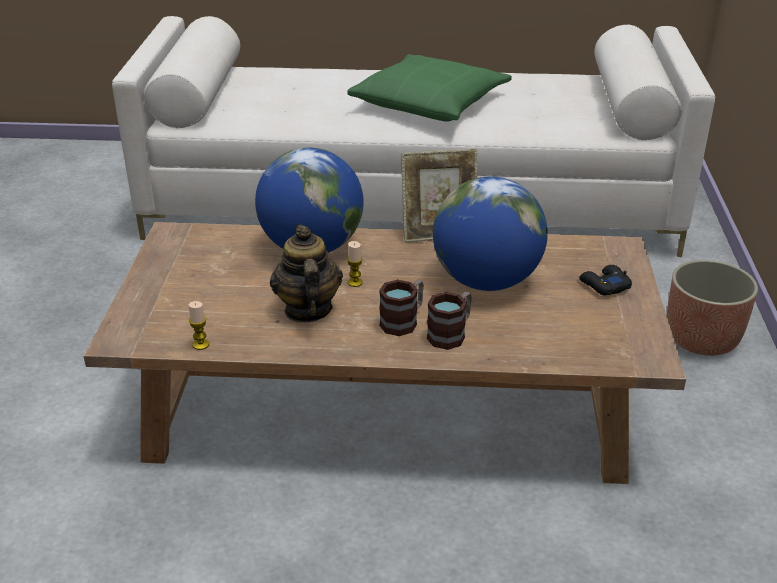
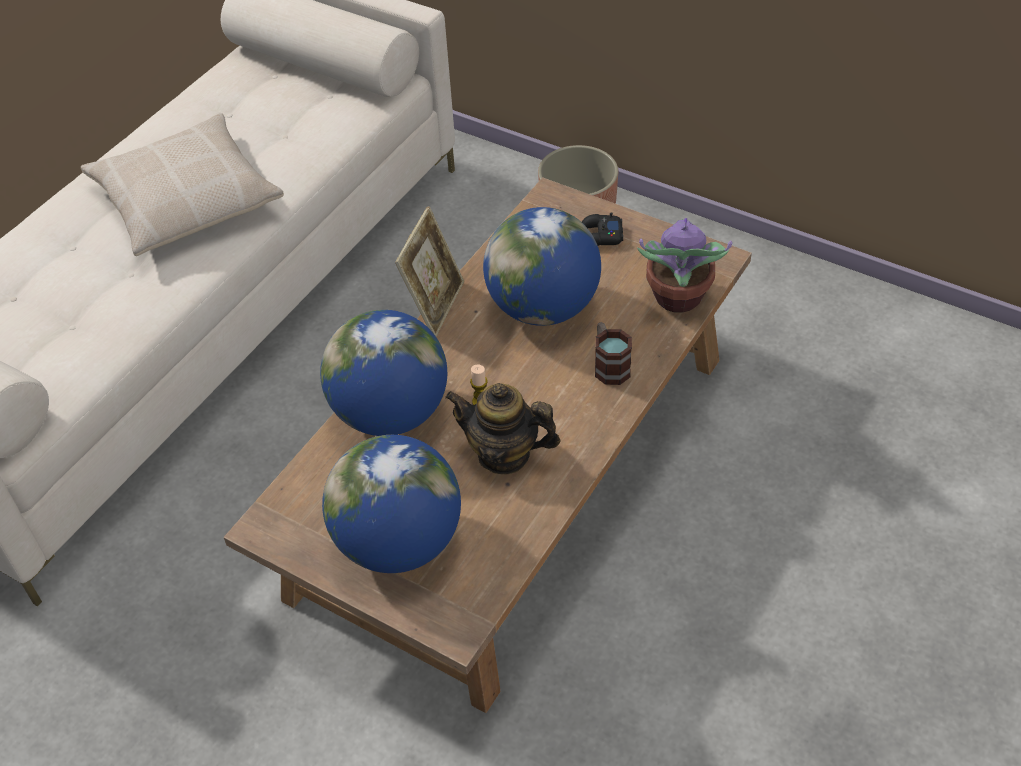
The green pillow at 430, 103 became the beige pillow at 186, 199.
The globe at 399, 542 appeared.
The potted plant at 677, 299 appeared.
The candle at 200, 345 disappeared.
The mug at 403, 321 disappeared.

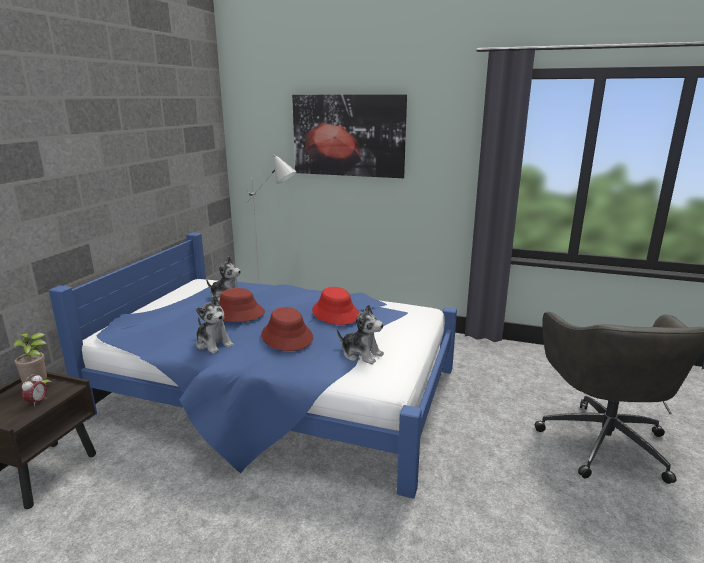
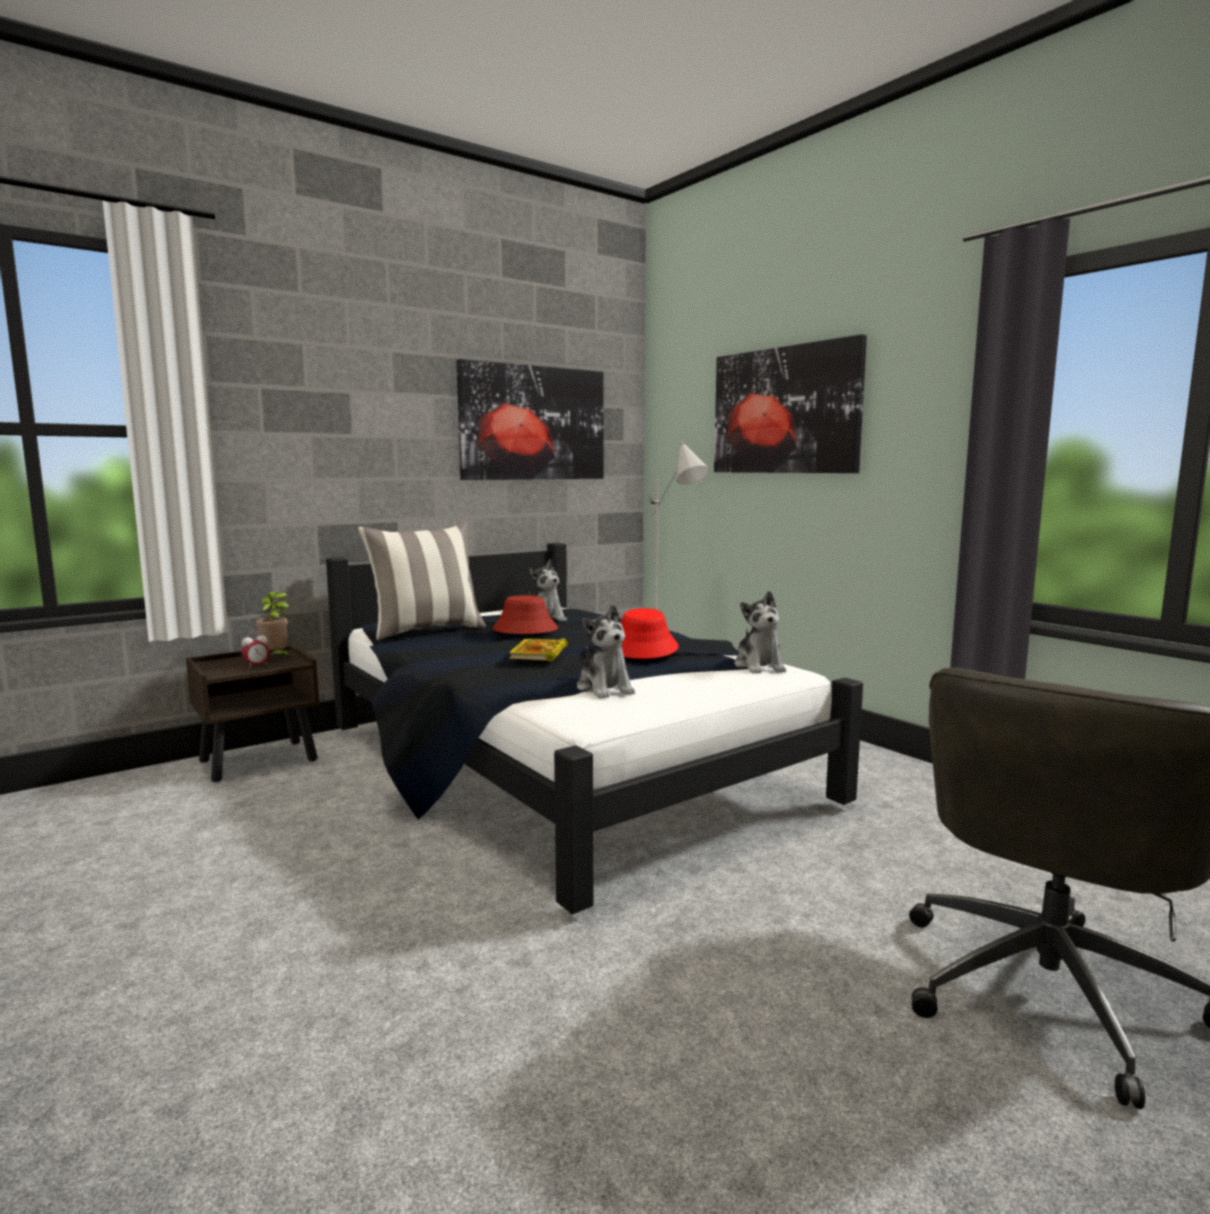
The blue bed at 280, 396 became the black bed at 562, 766.
The pillow at 426, 631 appeared.
The picture at 533, 423 appeared.
The red hat at 287, 336 was replaced by the book at 539, 654.
The plush toy moved from 214, 344 to 759, 666.

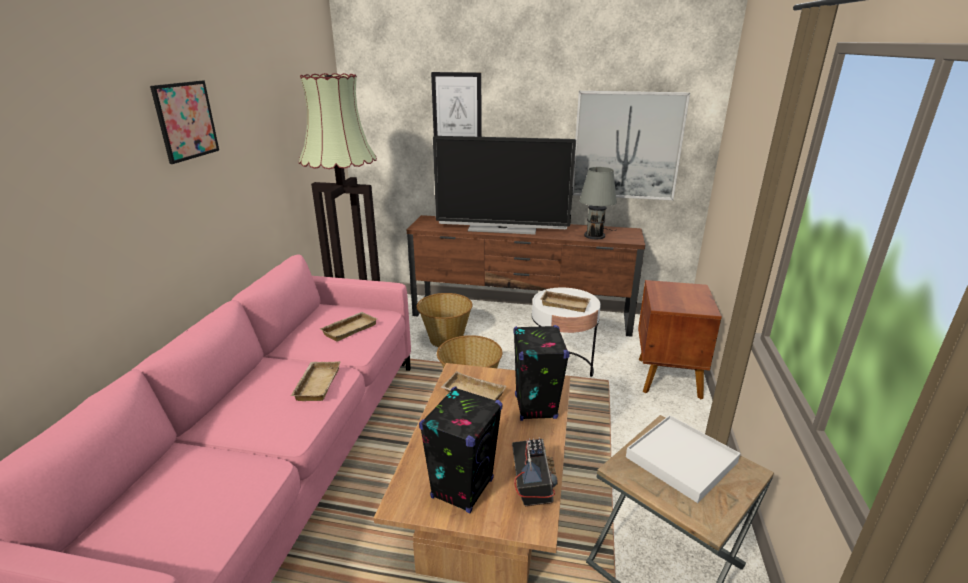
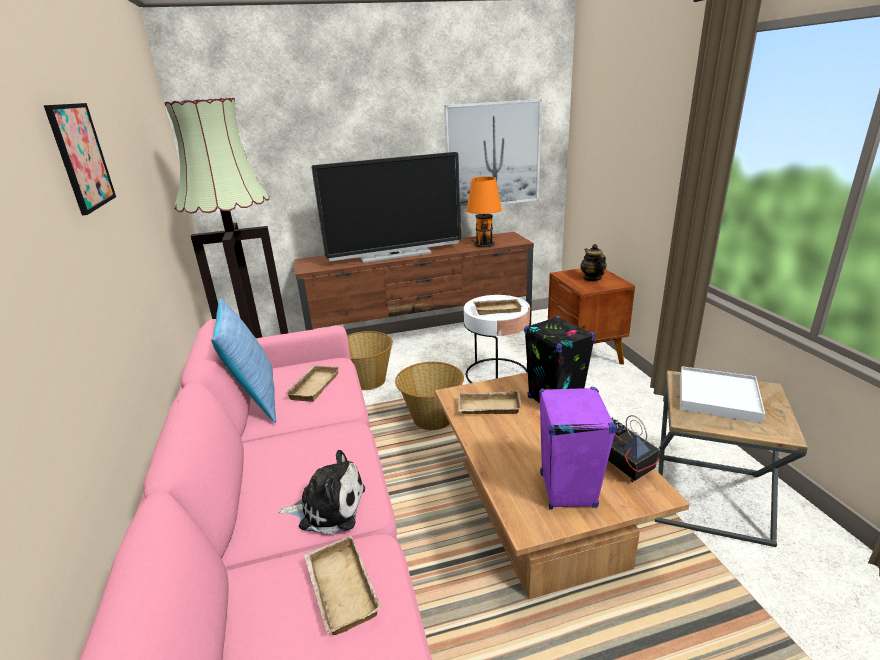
The pillow at 255, 399 appeared.
The plush toy at 328, 507 appeared.
The beige tray moved from 316, 384 to 339, 589.
The grey table lamp at 595, 235 became the orange table lamp at 484, 243.
The black speaker at 462, 488 became the purple speaker at 567, 490.
The teapot at 592, 278 appeared.
The picture at 457, 110 disappeared.

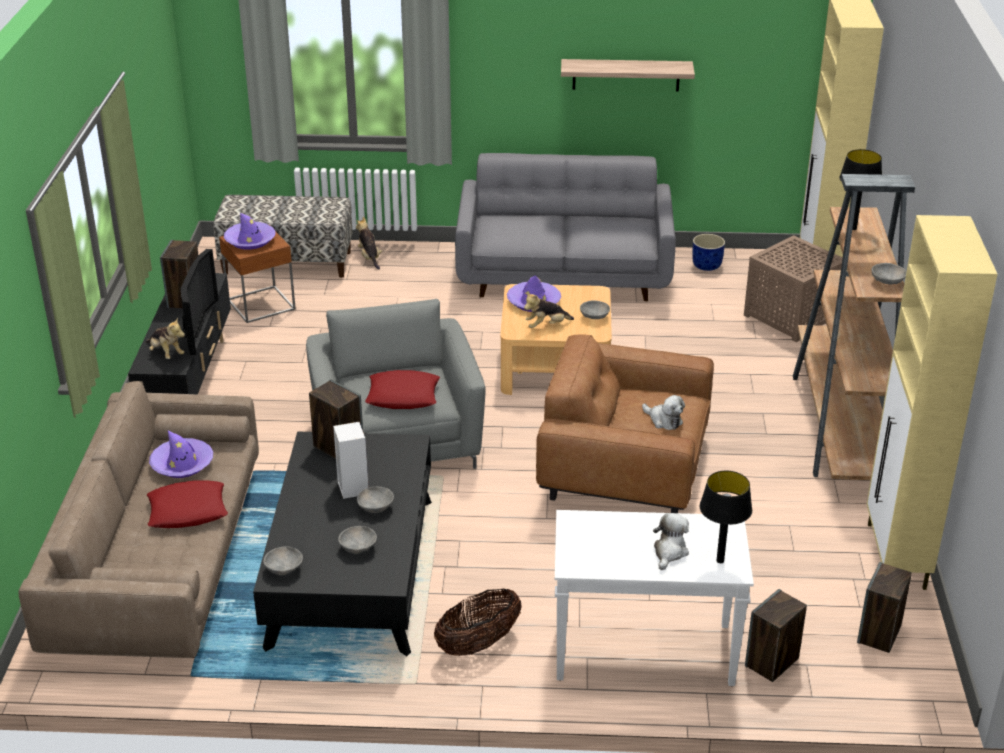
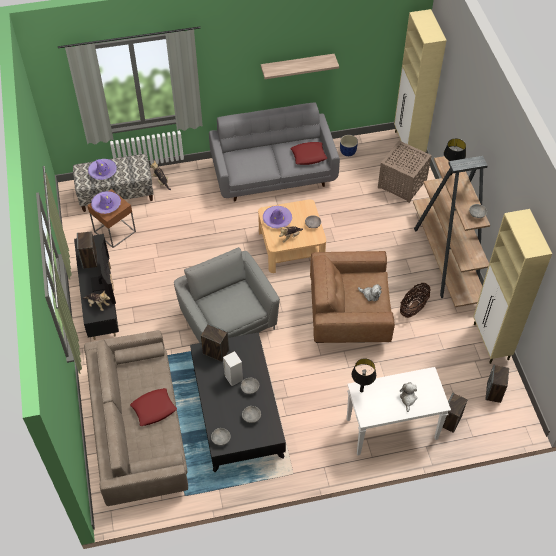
The purple hat moved from 182, 464 to 103, 171.
The red pillow moved from 403, 396 to 308, 155.
The black table lamp moved from 720, 560 to 361, 390.
The basket moved from 478, 644 to 413, 308.

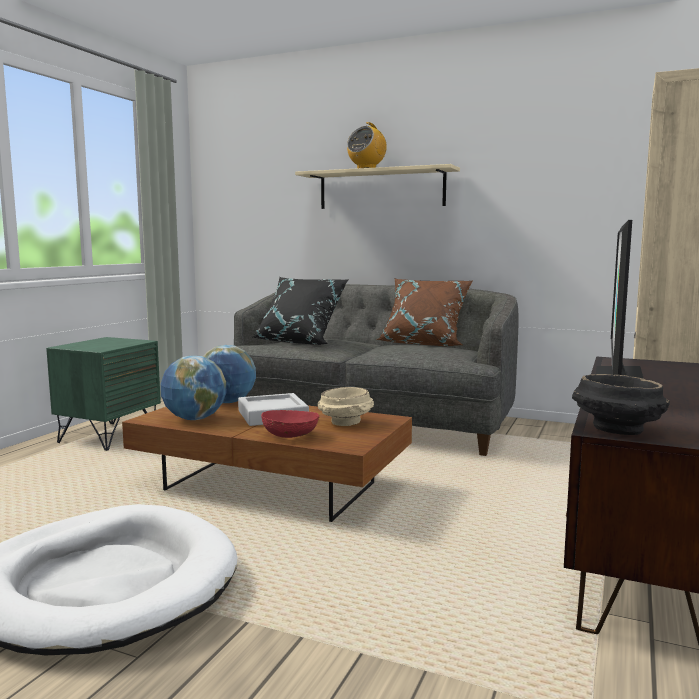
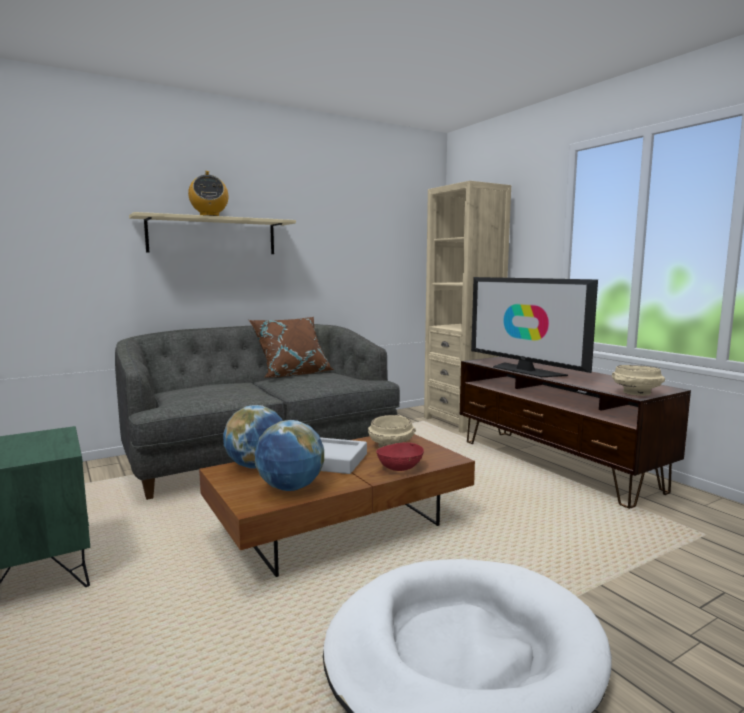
The black bowl at 616, 429 became the beige bowl at 635, 394.
The black pillow at 300, 342 disappeared.

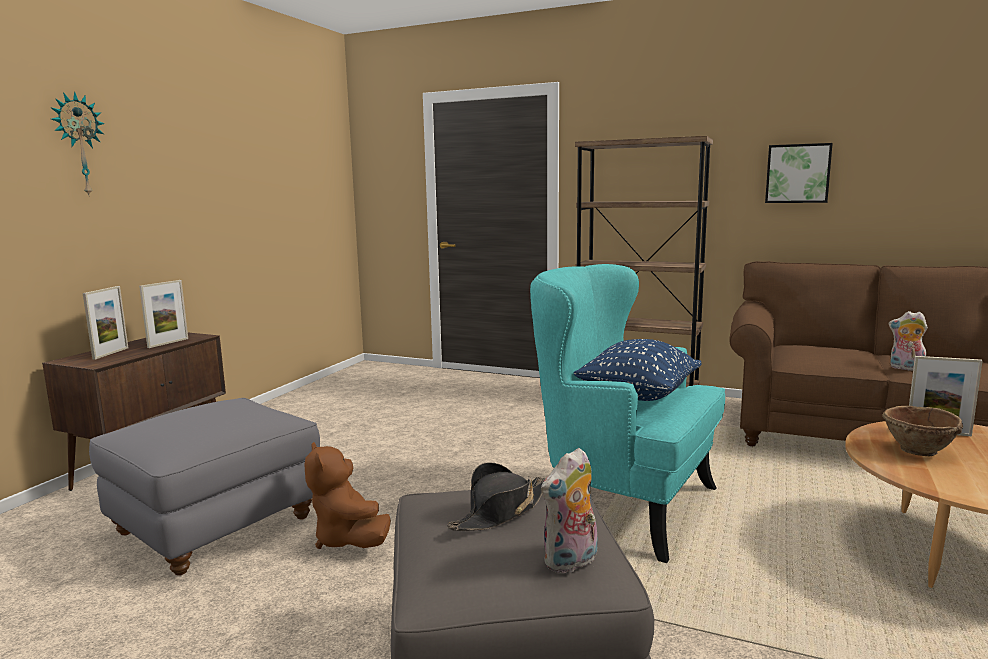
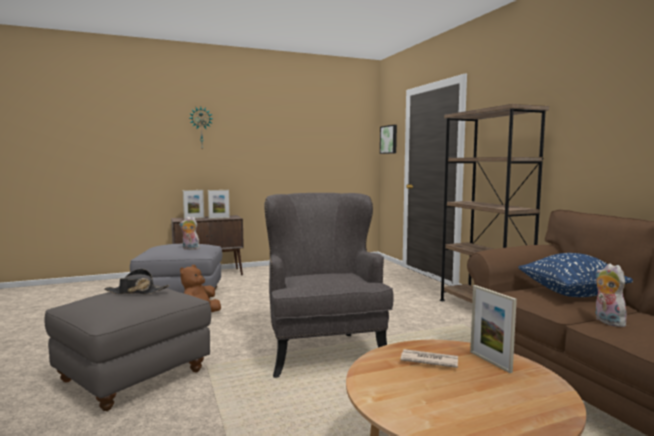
The plush toy moved from 571, 562 to 190, 249.
The turquoise armchair at 622, 504 became the grey armchair at 323, 350.
The picture moved from 797, 173 to 389, 139.
The brown bowl at 918, 451 was replaced by the newspaper at 428, 360.
The blue pillow moved from 638, 395 to 570, 293.

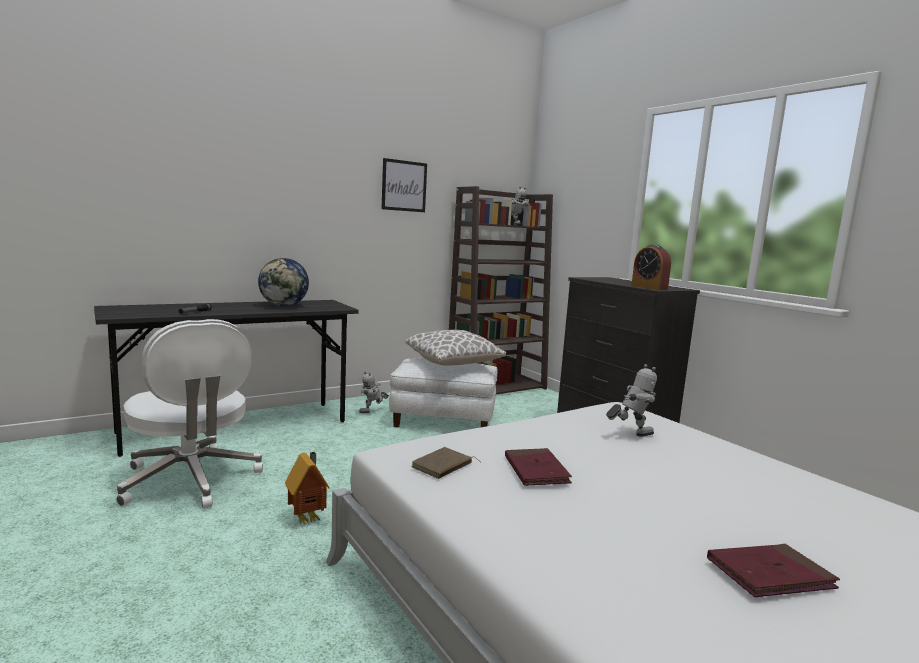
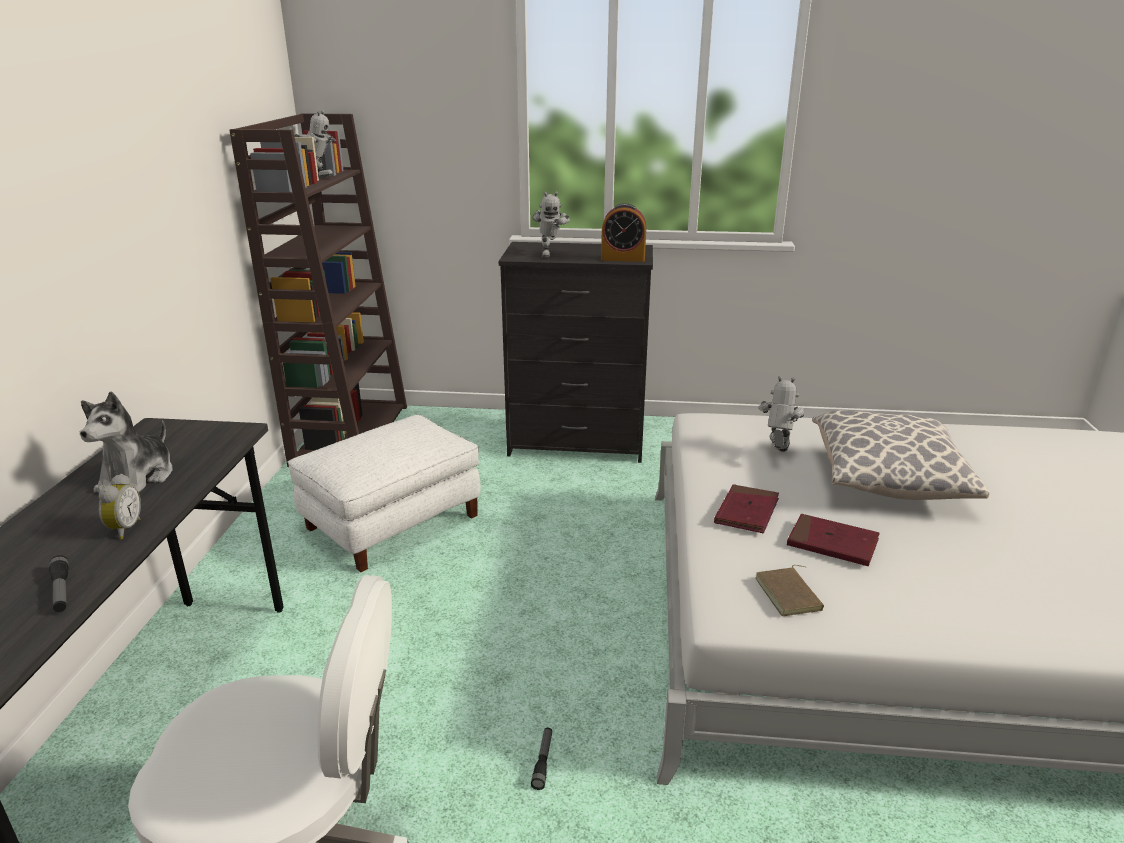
The globe at 284, 306 was replaced by the plush toy at 138, 478.
The alarm clock at 124, 529 appeared.
The toy house at 308, 519 was replaced by the flashlight at 543, 761.
The toy robot moved from 373, 412 to 549, 254.
The red book moved from 770, 575 to 746, 512.
The pillow moved from 454, 363 to 887, 479.
The picture at 404, 186 disappeared.

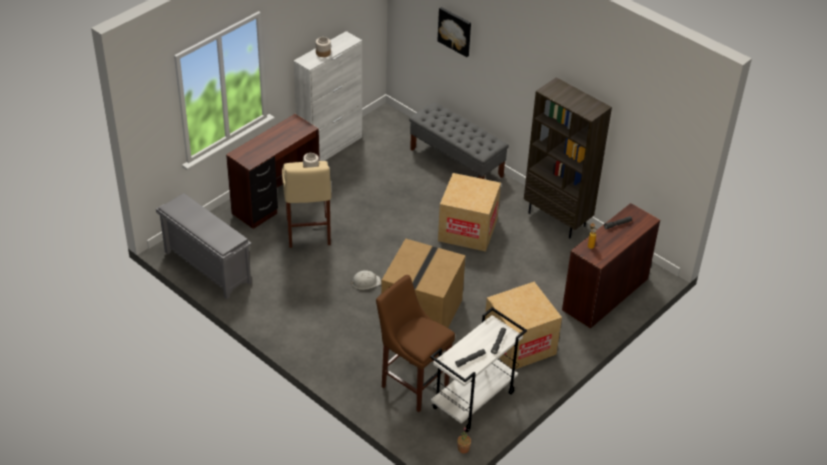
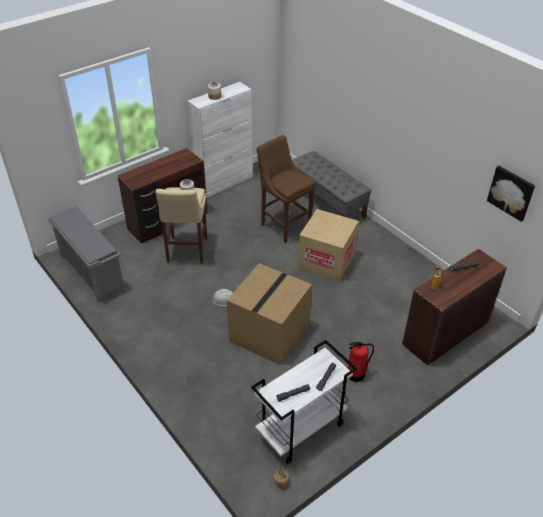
The brown stool moved from 412, 384 to 284, 225.
The cardboard box at 519, 344 was replaced by the fire extinguisher at 356, 374.
The picture moved from 455, 31 to 511, 192.
The brown bookcase at 557, 219 disappeared.

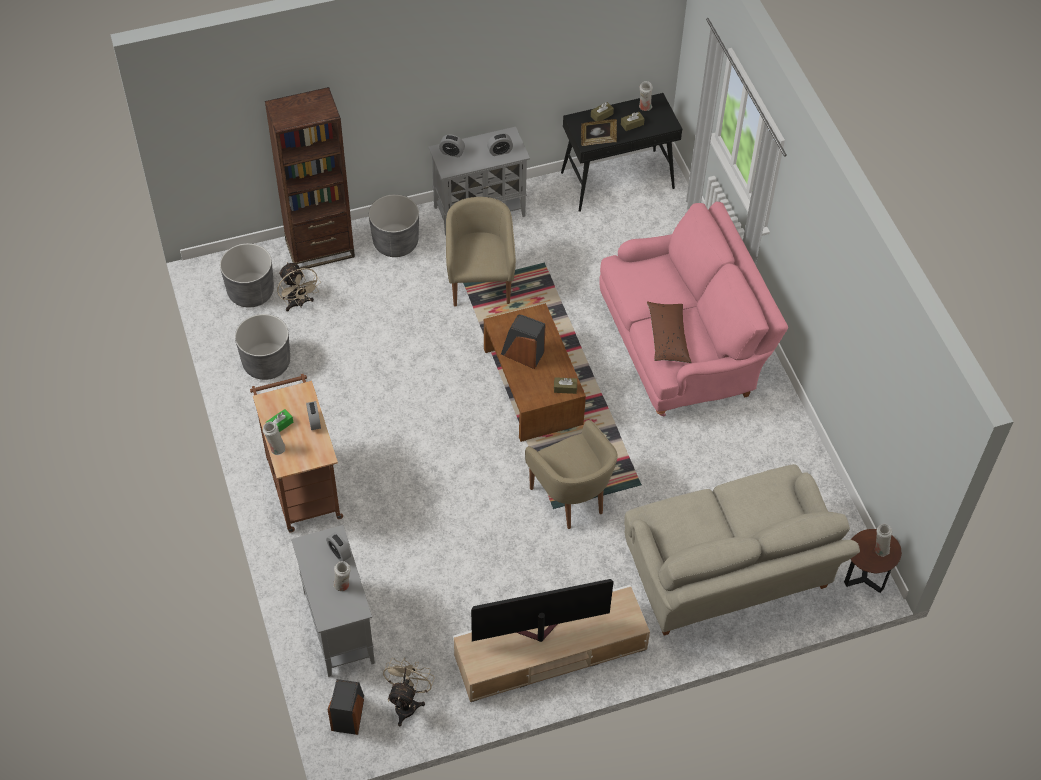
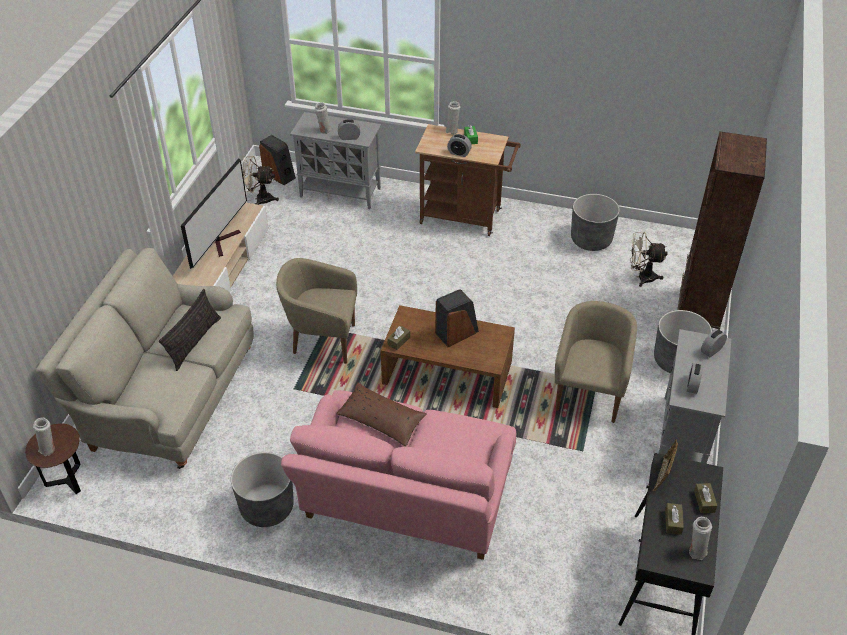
The pillow at 194, 342 appeared.
The grey planter moved from 251, 292 to 267, 507.
The beige fan at 407, 702 turned 135 degrees clockwise.
The beige armchair at 480, 282 turned 105 degrees counterclockwise.

